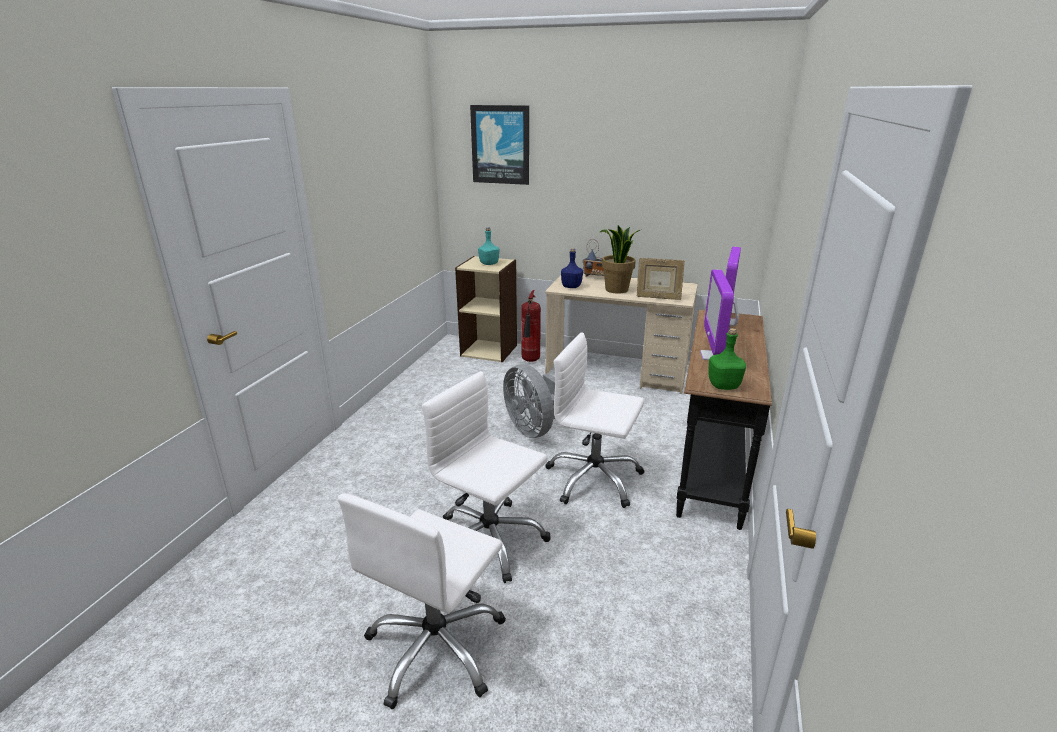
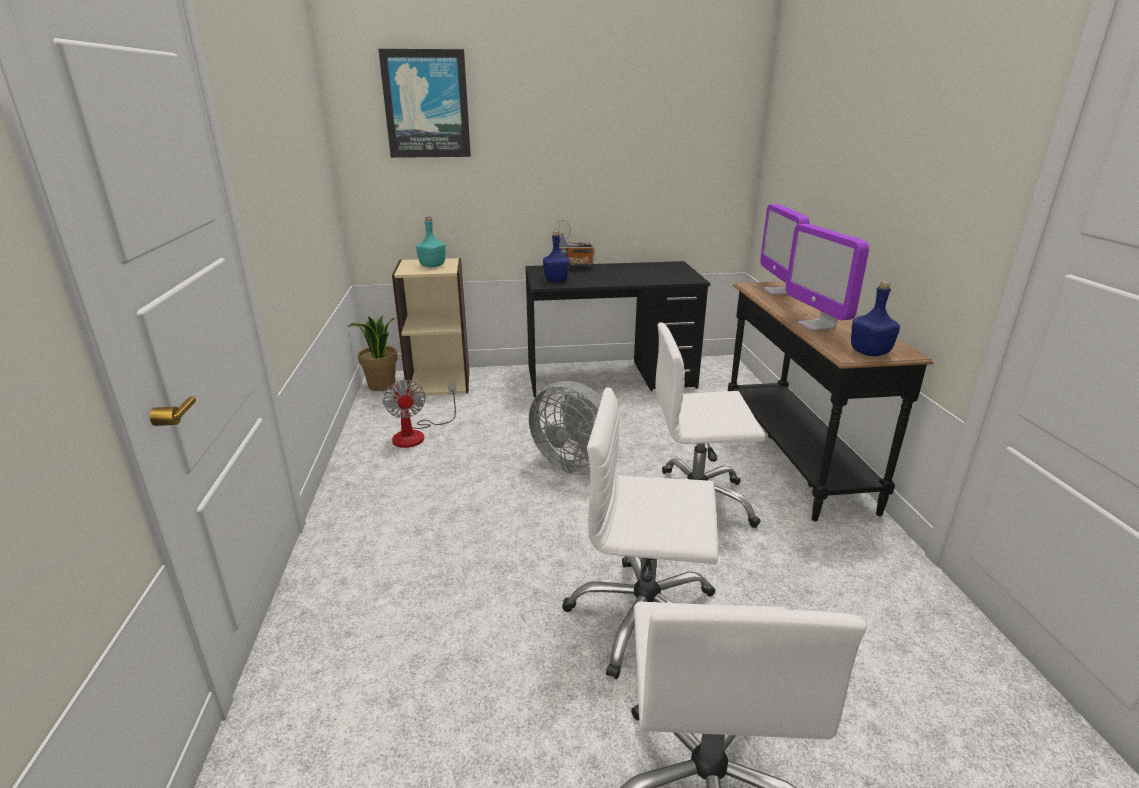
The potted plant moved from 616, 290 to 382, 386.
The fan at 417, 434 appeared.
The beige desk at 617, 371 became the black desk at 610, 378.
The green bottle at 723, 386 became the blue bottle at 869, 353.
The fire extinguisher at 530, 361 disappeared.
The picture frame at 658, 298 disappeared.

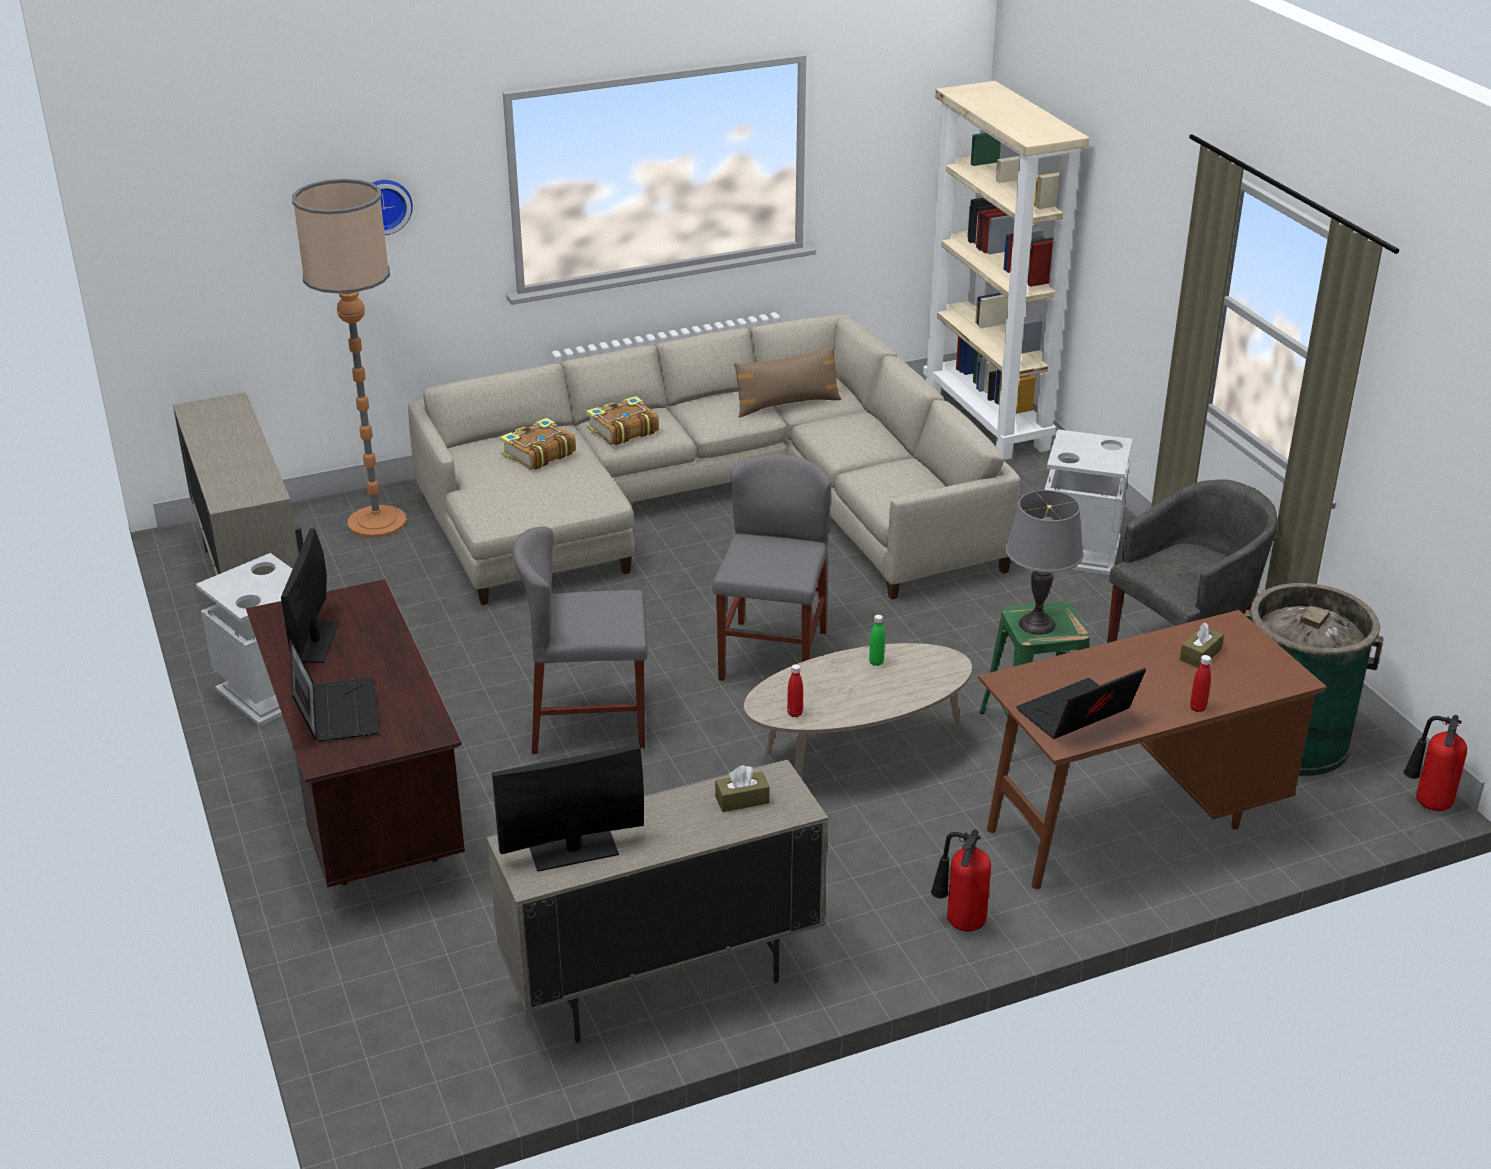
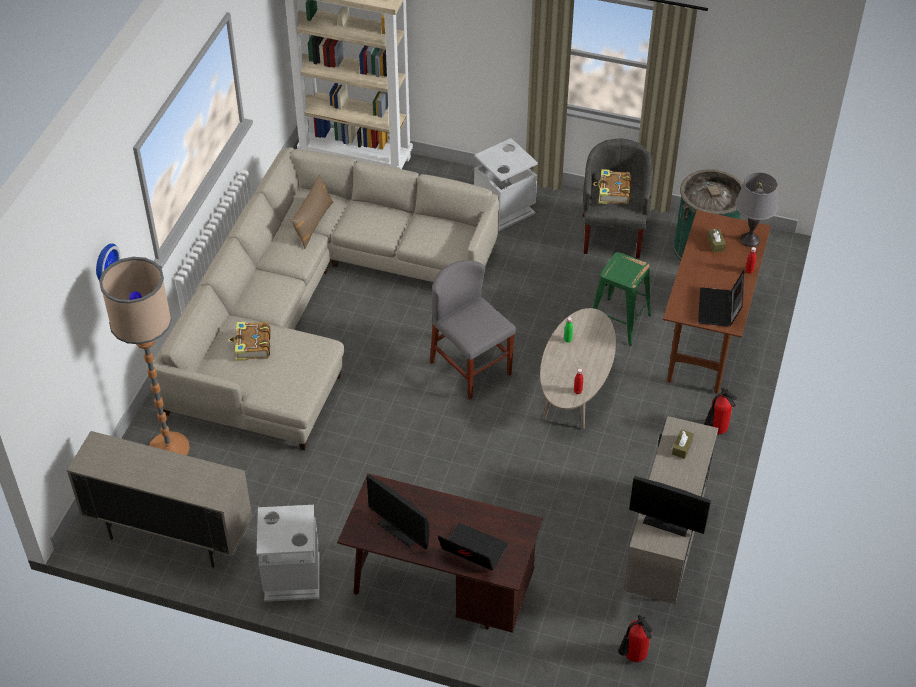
The book moved from 622, 430 to 613, 192.
The fire extinguisher moved from 1427, 803 to 633, 657.
The monitor at 574, 851 turned 90 degrees counterclockwise.
The grey table lamp moved from 1037, 624 to 749, 240.
The grey chair at 588, 722 disappeared.

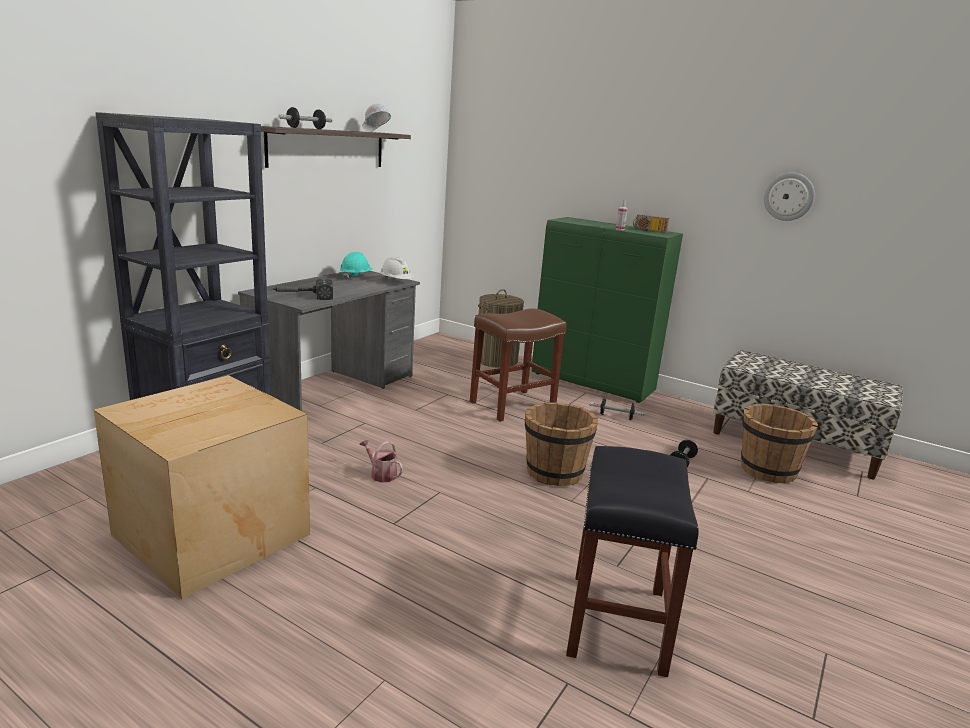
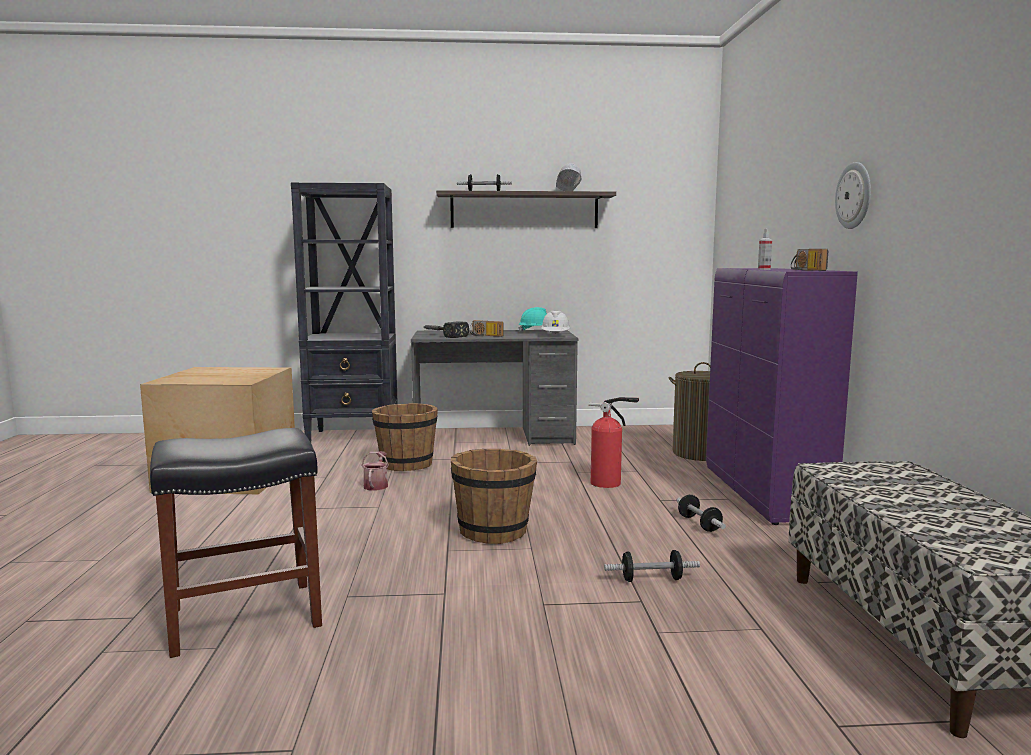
The brown bucket moved from 767, 470 to 406, 464.
The radio at 485, 336 appeared.
The brown stool at 513, 405 was replaced by the fire extinguisher at 609, 483.
The green cabinet at 593, 383 became the purple cabinet at 765, 495.
The wall clock moved from 788, 196 to 854, 195.

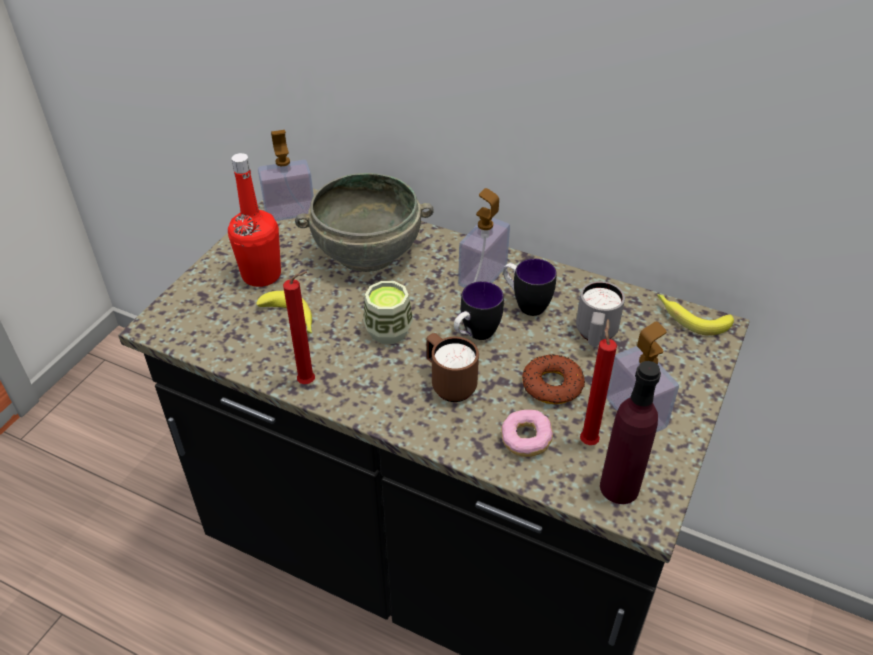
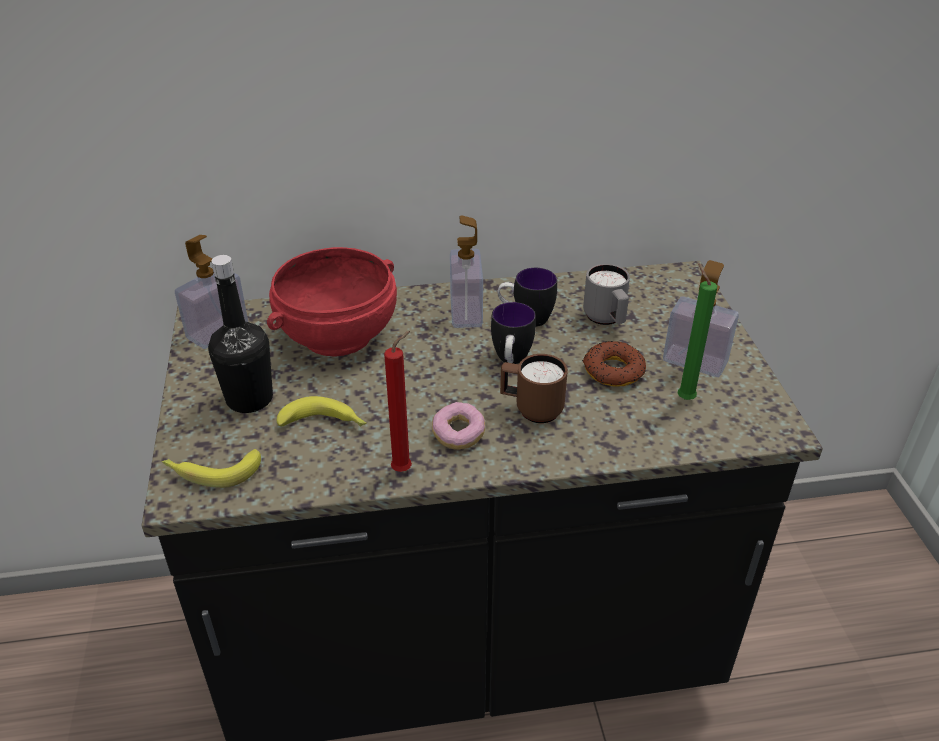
The banana moved from 690, 317 to 211, 471.
The red bottle at 261, 275 became the black bottle at 249, 399.
The grey bowl at 367, 253 became the red bowl at 339, 336.
The donut moved from 525, 440 to 458, 435.
The red candle at 588, 440 became the green candle at 683, 397.
The cup at 388, 331 disappeared.
The purple bottle at 619, 487 disappeared.

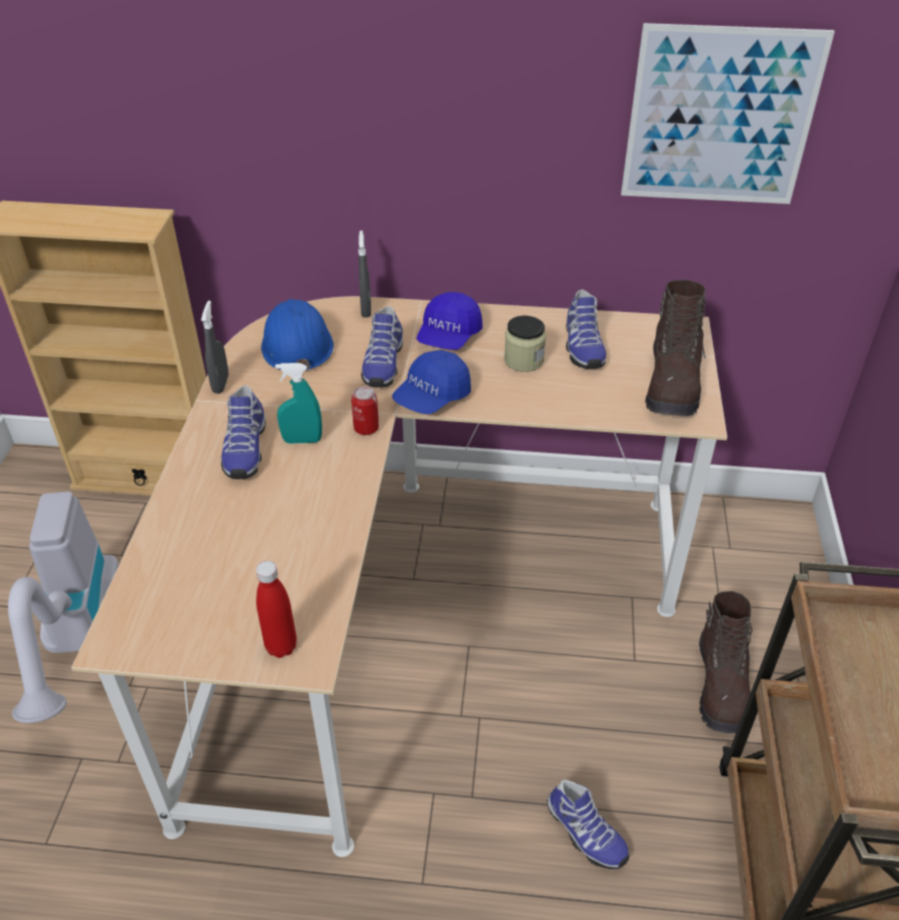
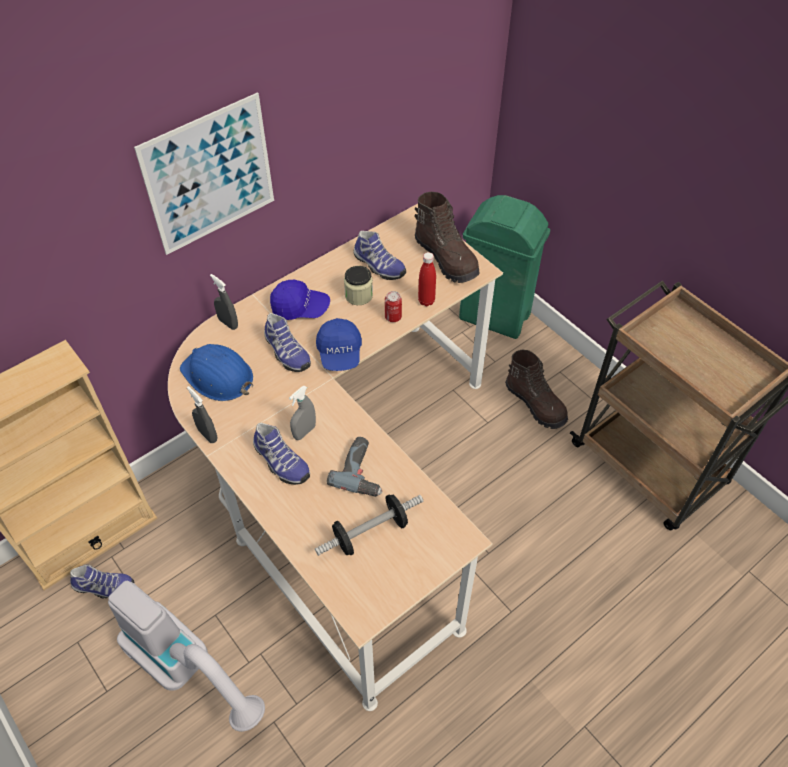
The shoe moved from 584, 833 to 103, 587.
The picture moved from 720, 117 to 210, 175.
The blue cap at 448, 337 turned 60 degrees counterclockwise.
The turquoise spray bottle at 302, 440 became the grey spray bottle at 304, 432.
The dumbbell at 370, 533 appeared.
The power drill at 362, 471 appeared.
The can moved from 366, 428 to 393, 317.
The red bottle moved from 281, 647 to 426, 301.
The green trash can at 495, 317 appeared.

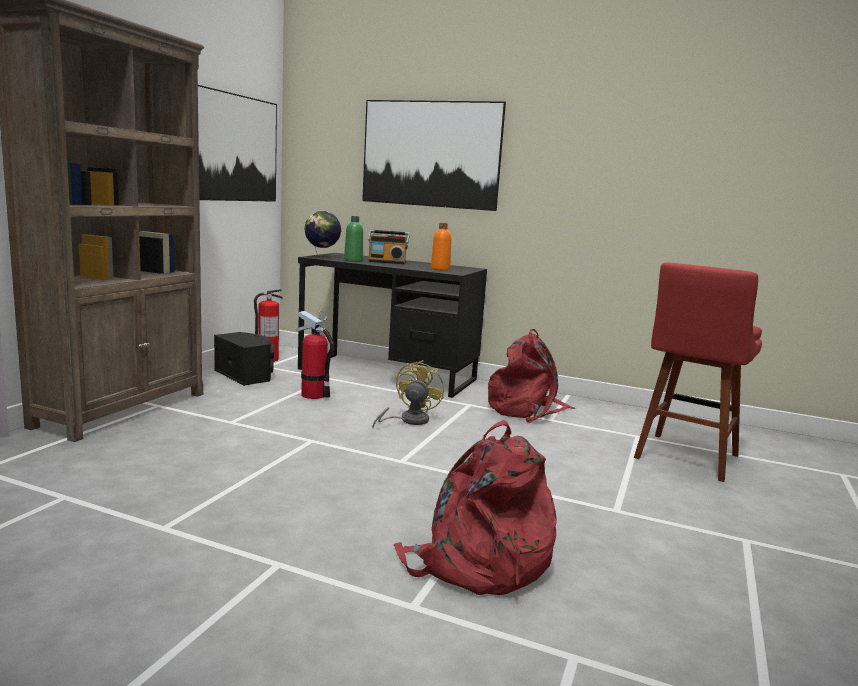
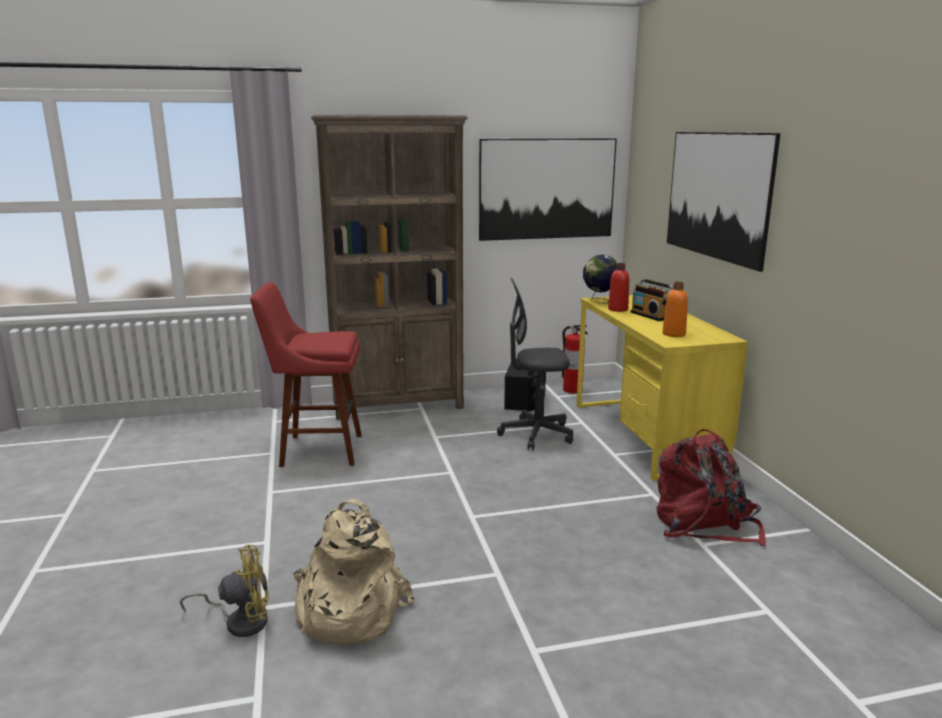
The yellow fan moved from 408, 421 to 241, 621.
The red stool moved from 685, 458 to 316, 450.
The red backpack at 478, 562 became the beige backpack at 347, 611.
The fire extinguisher at 314, 395 was replaced by the grey office chair at 536, 434.
The black desk at 387, 374 became the yellow desk at 645, 435.
The green bottle at 353, 260 became the red bottle at 618, 309.

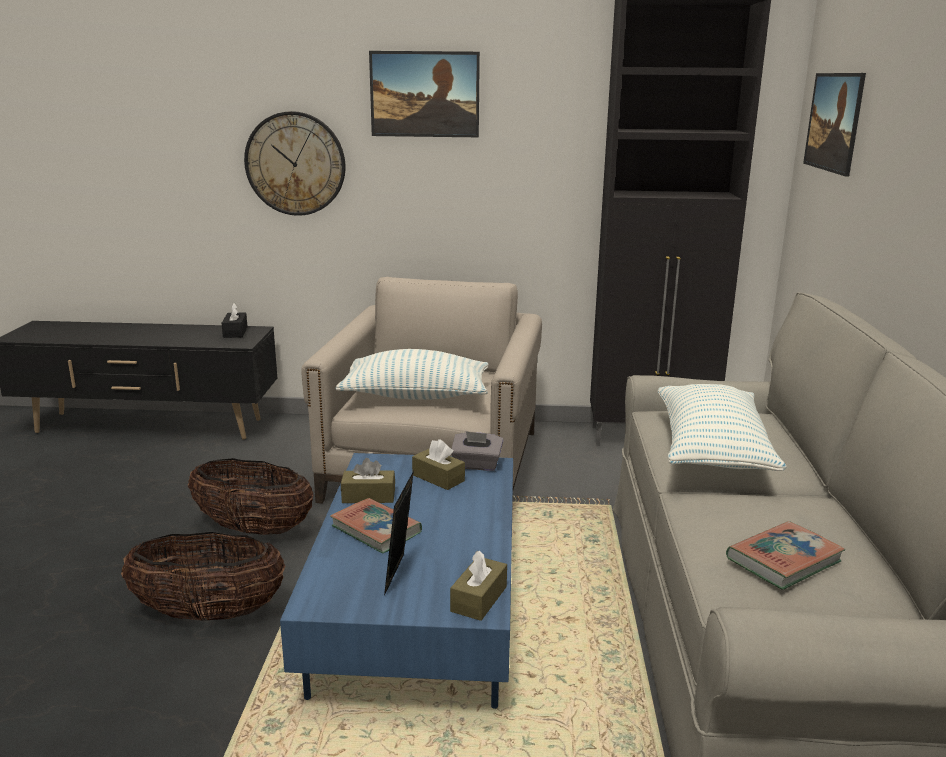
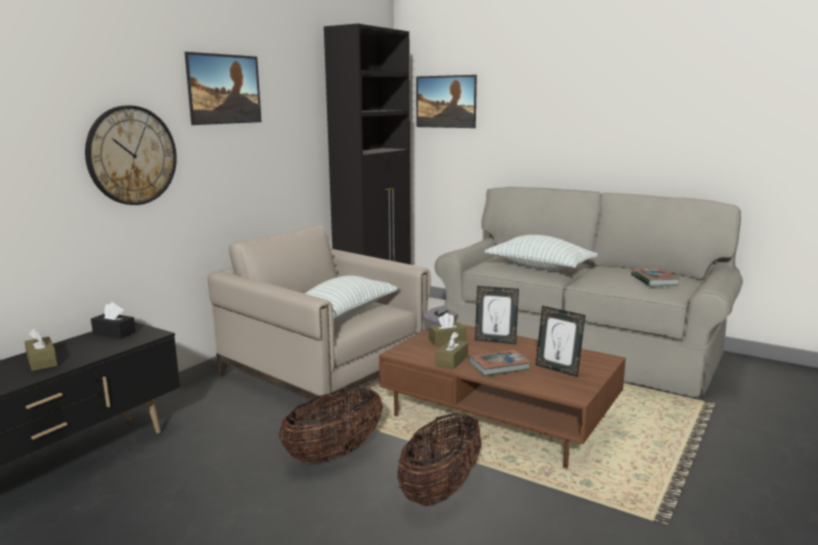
The brown tissue box moved from 479, 599 to 42, 361.
The blue coffee table at 420, 611 became the brown coffee table at 500, 417.
The picture frame at 495, 341 appeared.

